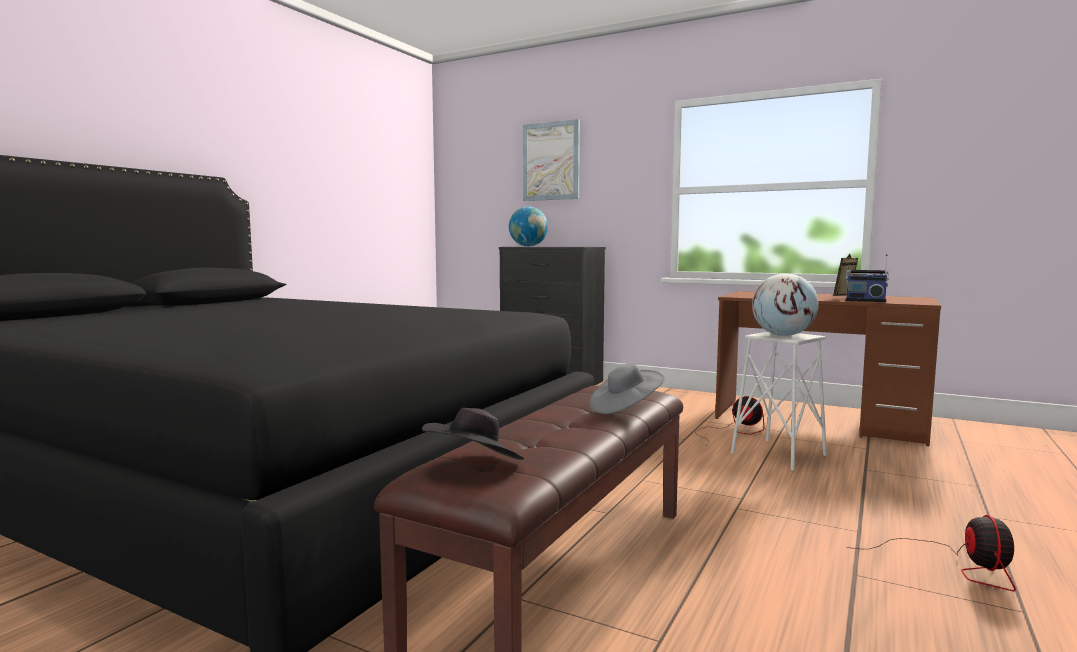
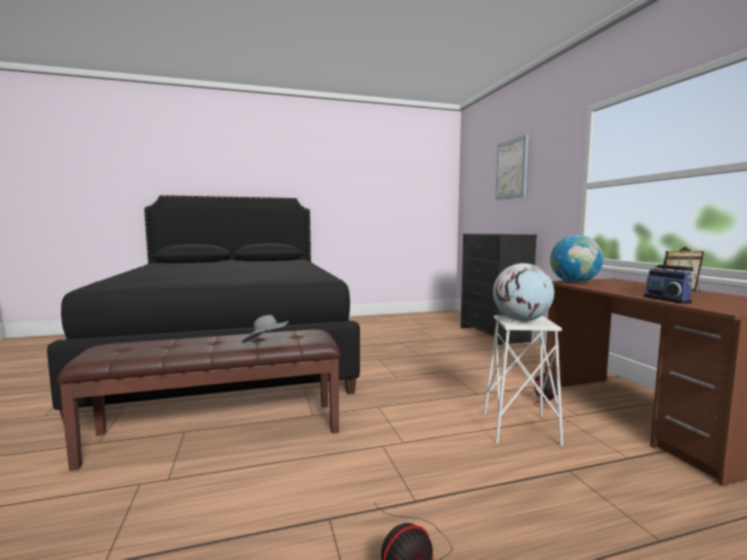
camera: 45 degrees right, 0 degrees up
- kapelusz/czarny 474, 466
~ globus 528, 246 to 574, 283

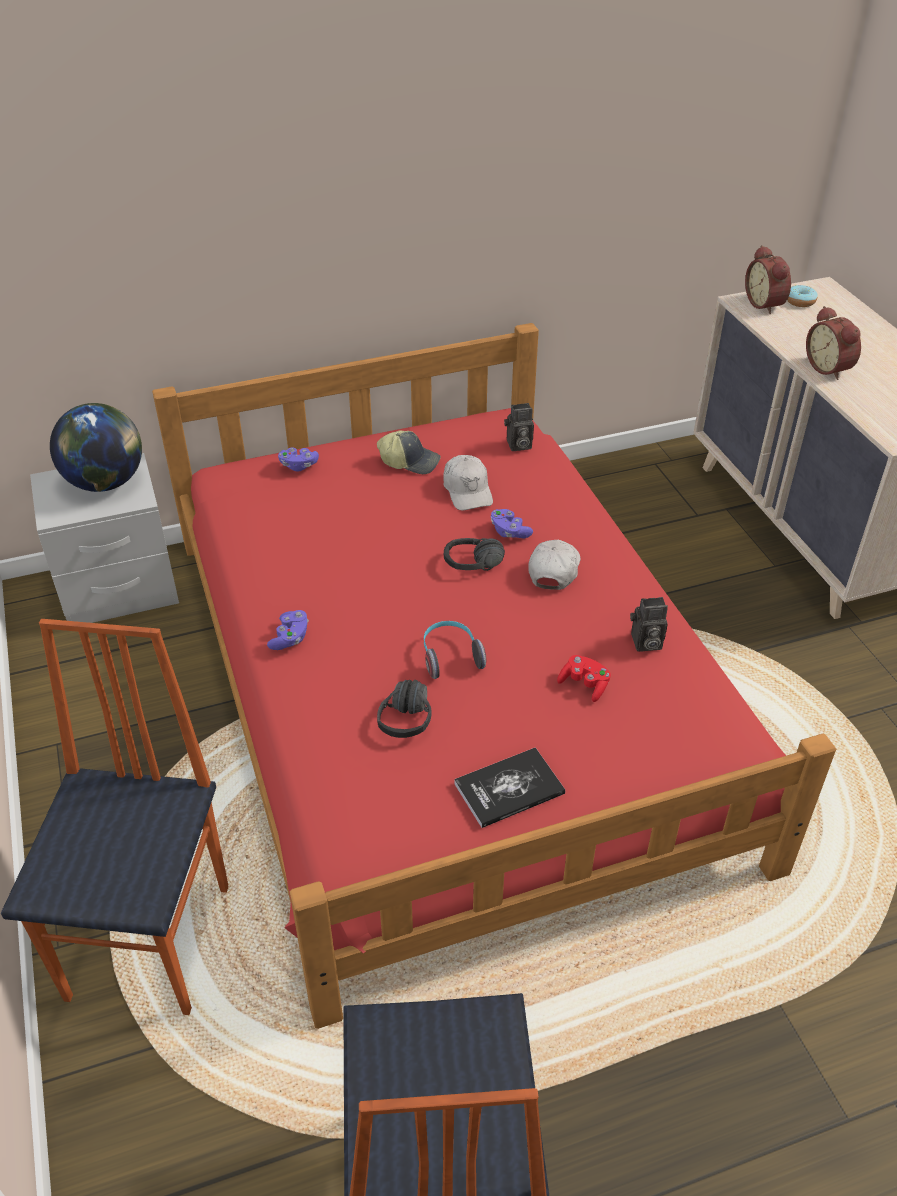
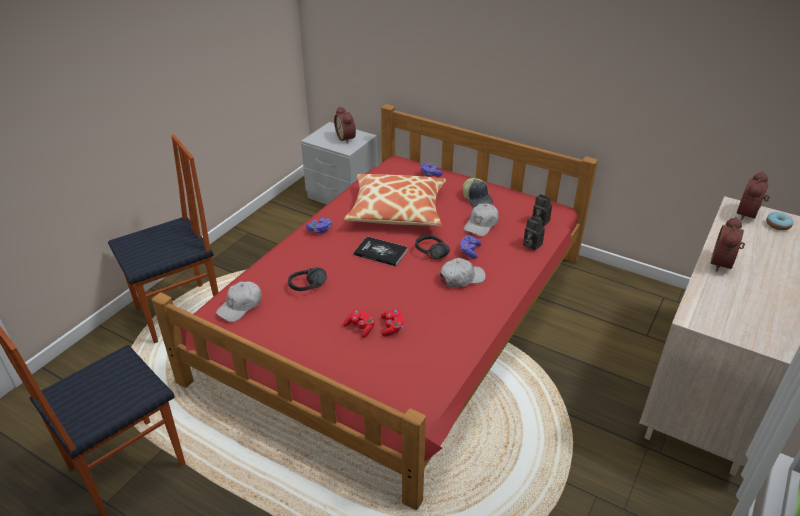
camera: 50 degrees right, 5 degrees down
- słuchawki 450, 656
+ czapka z daszkiem/biały 240, 306
+ poduszka 397, 210
+ pad do gier/czerwony 360, 328
~ książka 509, 789 to 380, 252
~ aparat fotograficzny 645, 643 to 531, 245
~ globus 106, 482 to budzik 347, 138

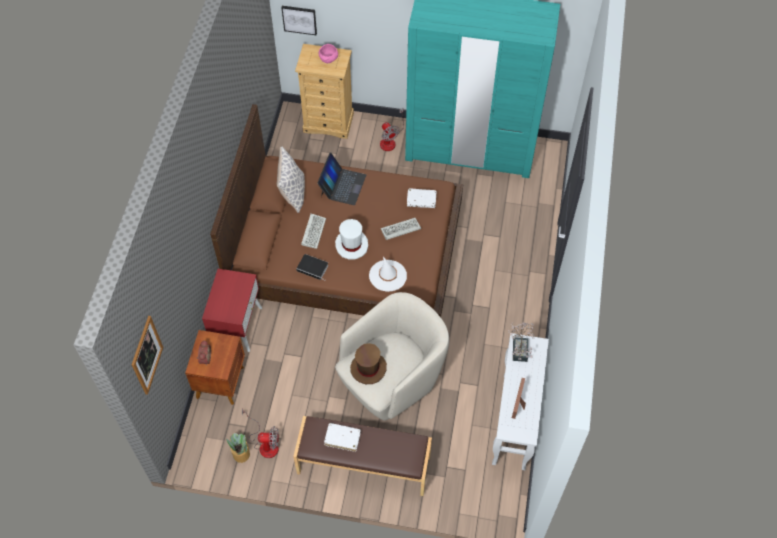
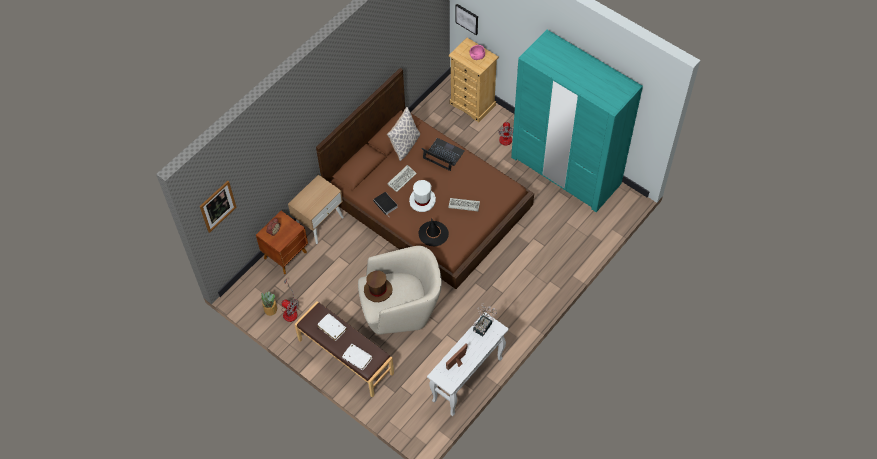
camera: 30 degrees right, 0 degrees up
~ książka/biały 421, 200 to 357, 358
~ szafka nocna/czerwony 237, 325 to szafka nocna/beżowy 319, 222
~ kapelusz/biały 388, 275 to kapelusz/czarny 433, 233
~ laptop 342, 185 = 443, 155 105 degrees counterclockwise

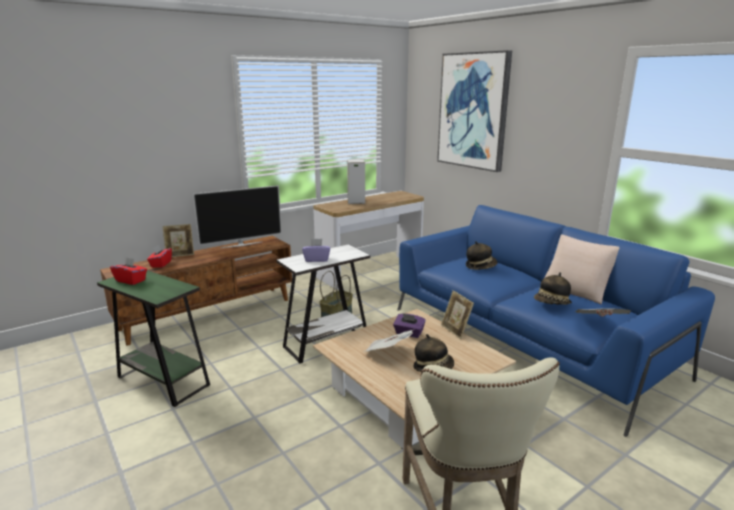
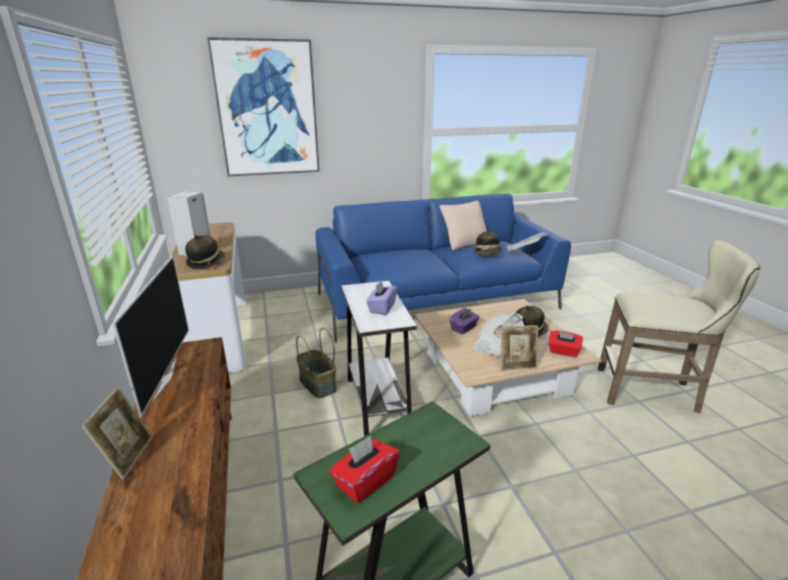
camera: 70 degrees left, 5 degrees up
~ pudełko chusteczek/czerwony 161, 264 to 563, 352
~ ramka na zdjęcie 455, 331 to 517, 365
~ kapelusz 480, 266 to 206, 263

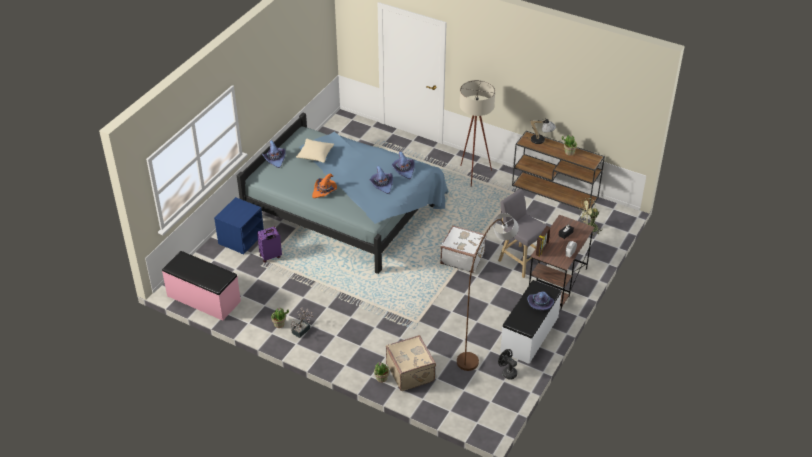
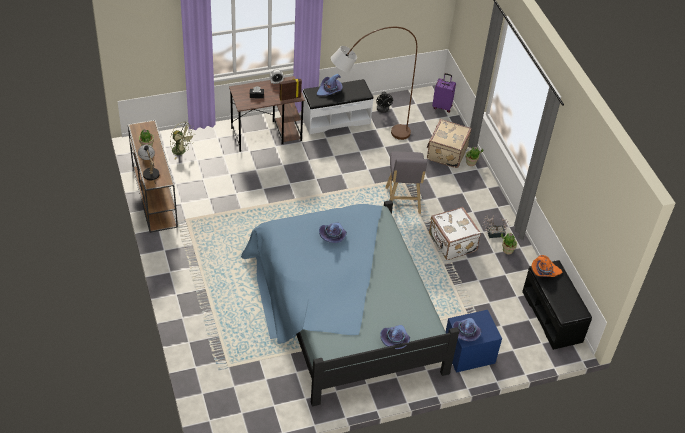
camera: 140 degrees left, 5 degrees up
- poduszka/beżowy 315, 155
- lampa stojąca/beżowy 473, 177
~ walizka/fioletowy 270, 256 to 442, 106
~ kapelusz/pomarańczowy 324, 191 to 544, 271
~ kapelusz/fioletowy 403, 170 to 466, 332
~ walizka/biały 462, 258 to 451, 243
~ stołek/szary 520, 260 to 402, 202
~ ławka/różowy 203, 299 to ławka/czarny 552, 316

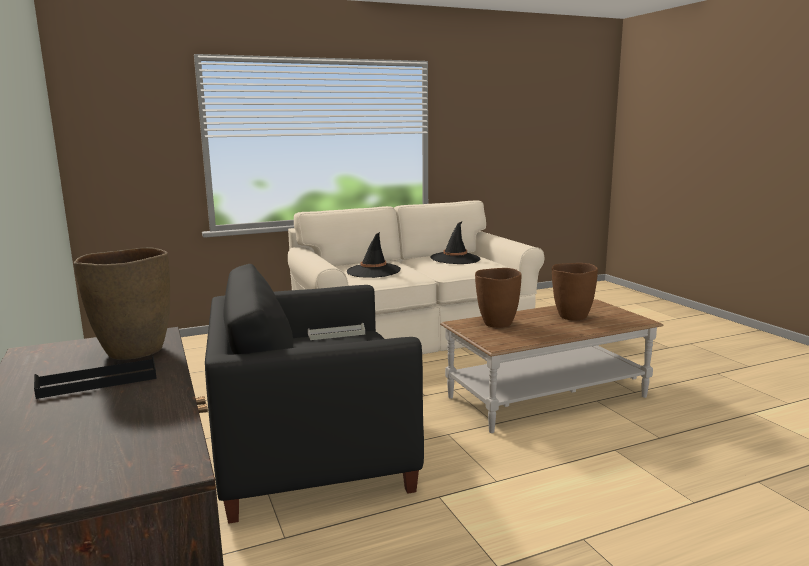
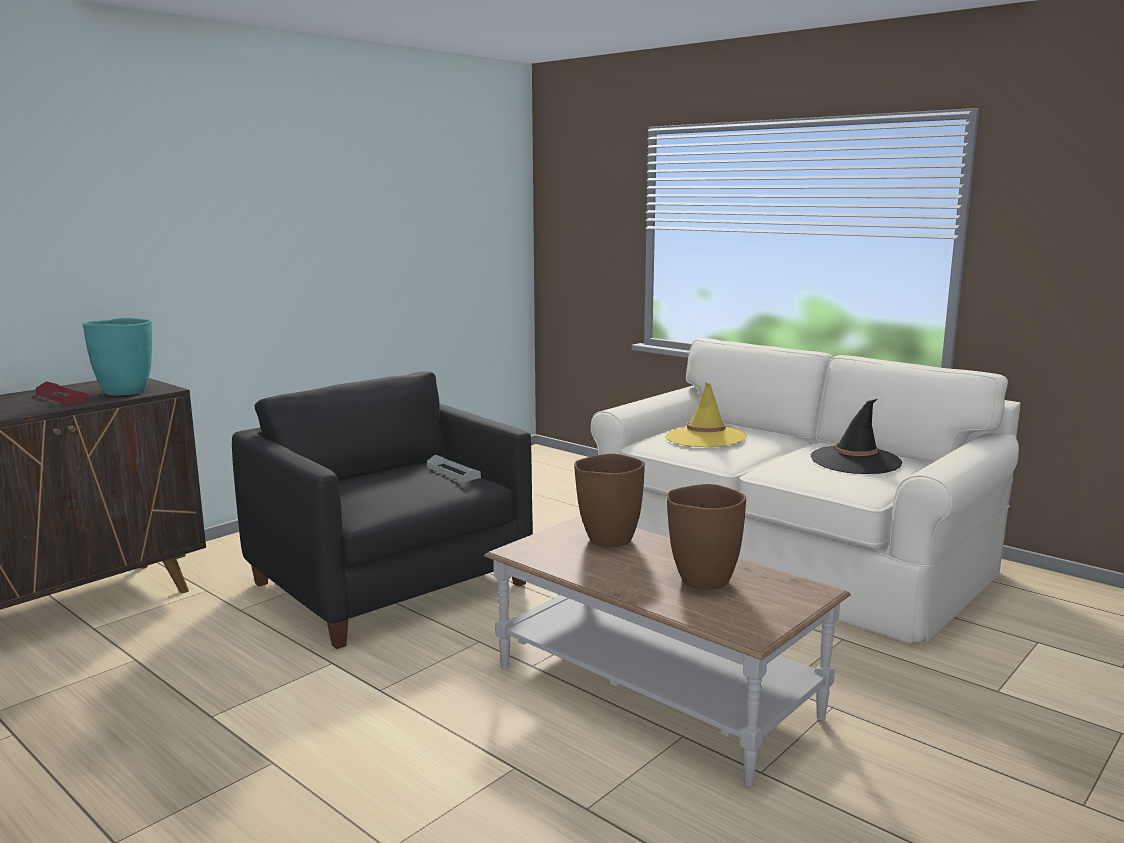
camera: 65 degrees right, 0 degrees up
~ taca/czarny 98, 382 to taca/czerwony 62, 397
~ wazon/brązowy 133, 351 to wazon/turkusowy 125, 392
~ kapelusz/czarny 373, 271 to kapelusz/żółty 705, 437

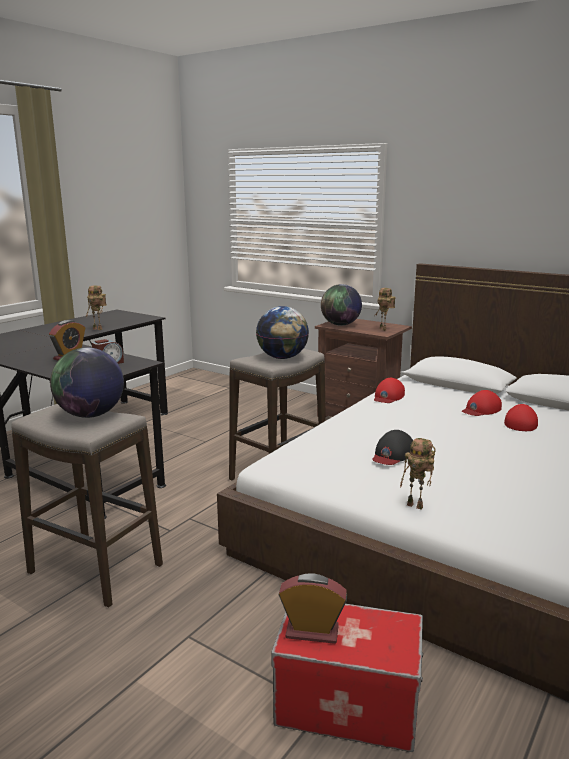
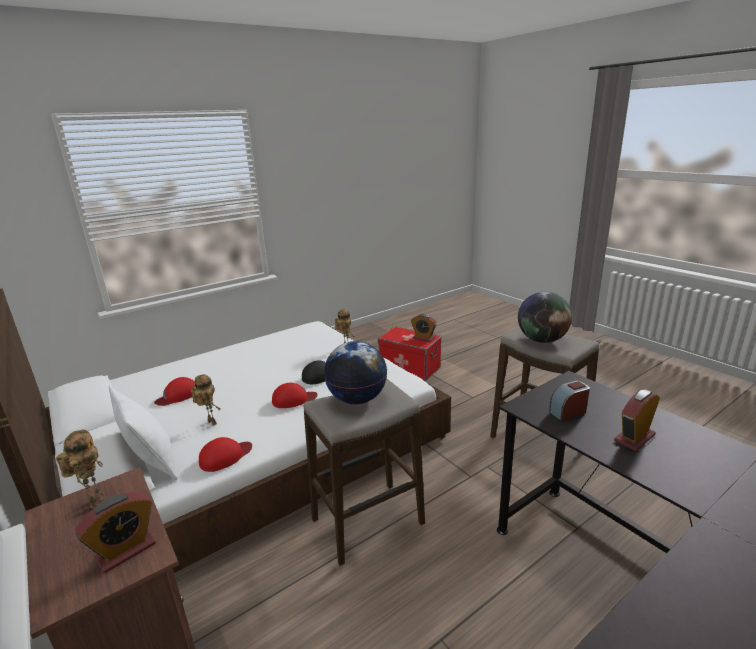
camera: 160 degrees left, 5 degrees up
+ poduszka/biały 152, 463
~ robot zabawkowy 99, 329 to 210, 423
~ czapka z daszkiem/czerwony 481, 409 to 294, 399
~ globus 340, 325 to budzik 126, 551

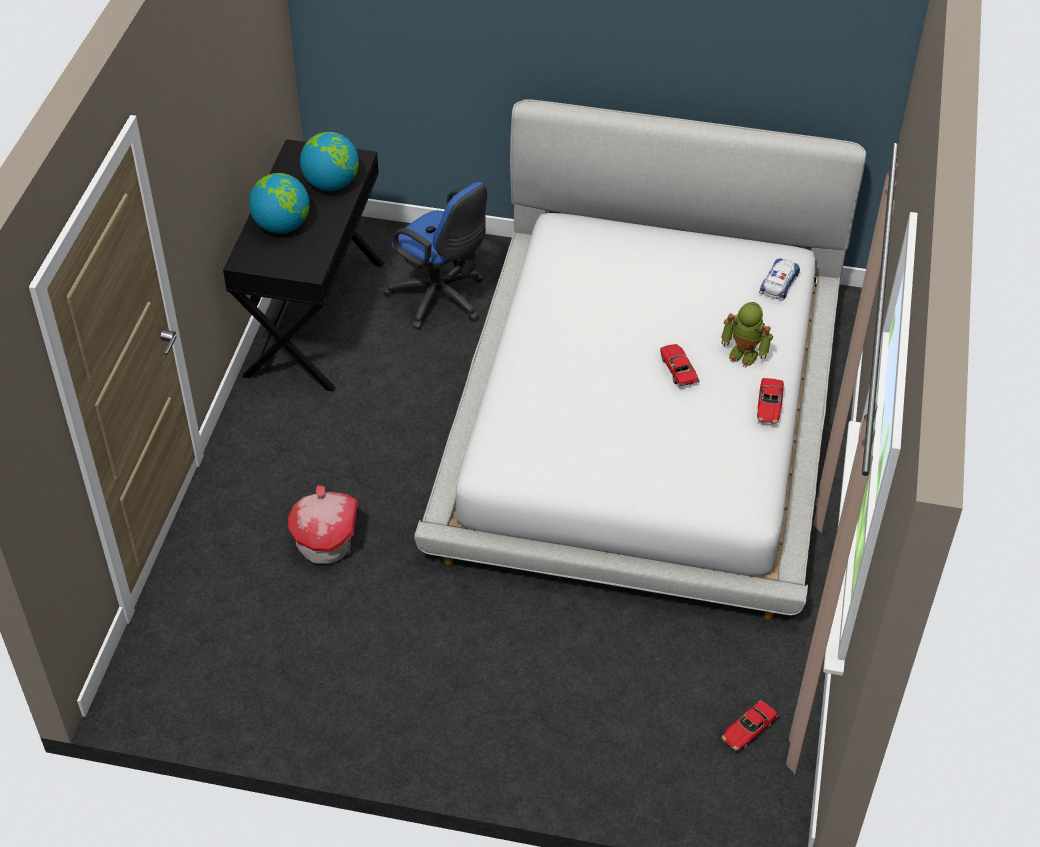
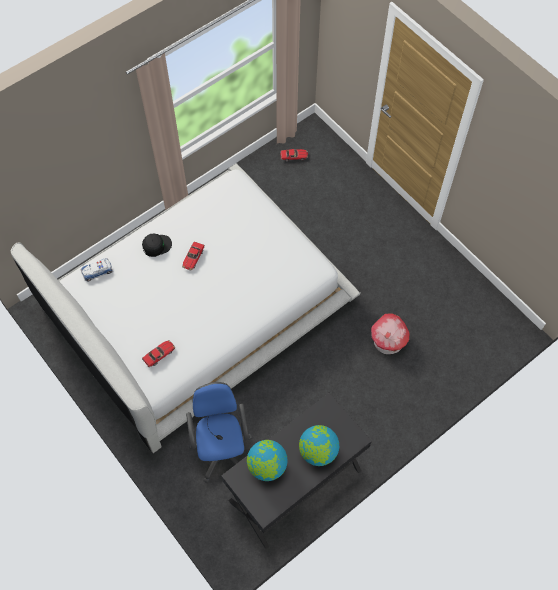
camera: 140 degrees left, 15 degrees up
~ samochodzik 769, 406 to 159, 355
~ robot zabawkowy 744, 353 to czapka z daszkiem/czarny 156, 245

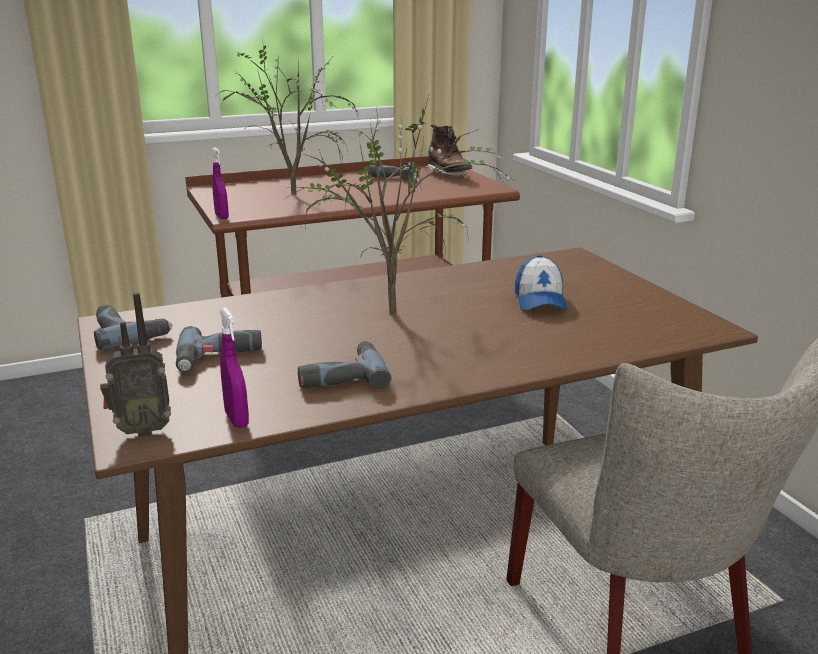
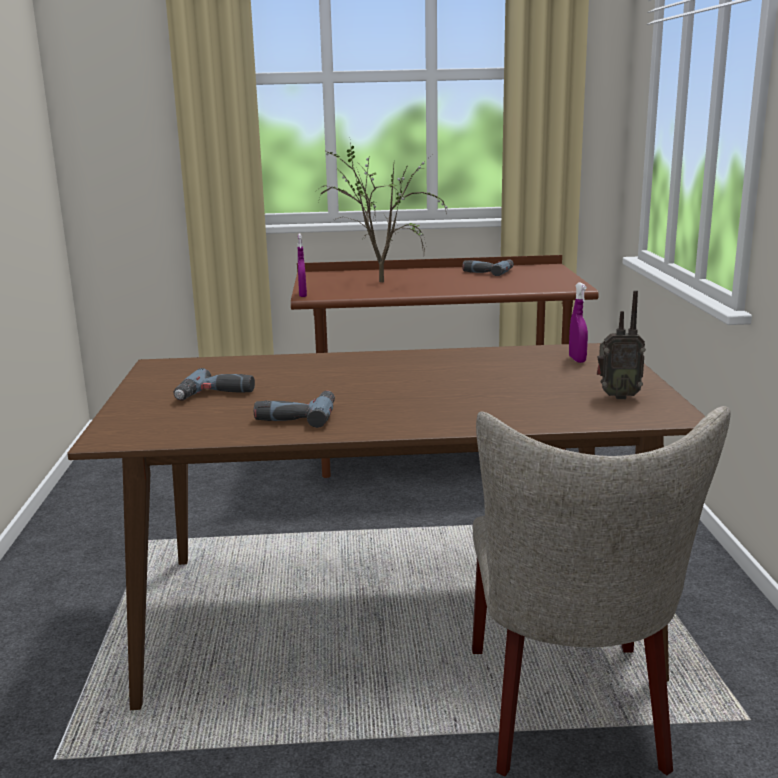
camera: 20 degrees right, 5 degrees down
- wiertarka 129, 332
- roślina doniczkowa 398, 314
- but z cholewką/brązowy 448, 175
- czapka z daszkiem 540, 301
~ radio 141, 430 to 617, 396
~ spryskiwacz/fioletowy 237, 419 to 577, 359

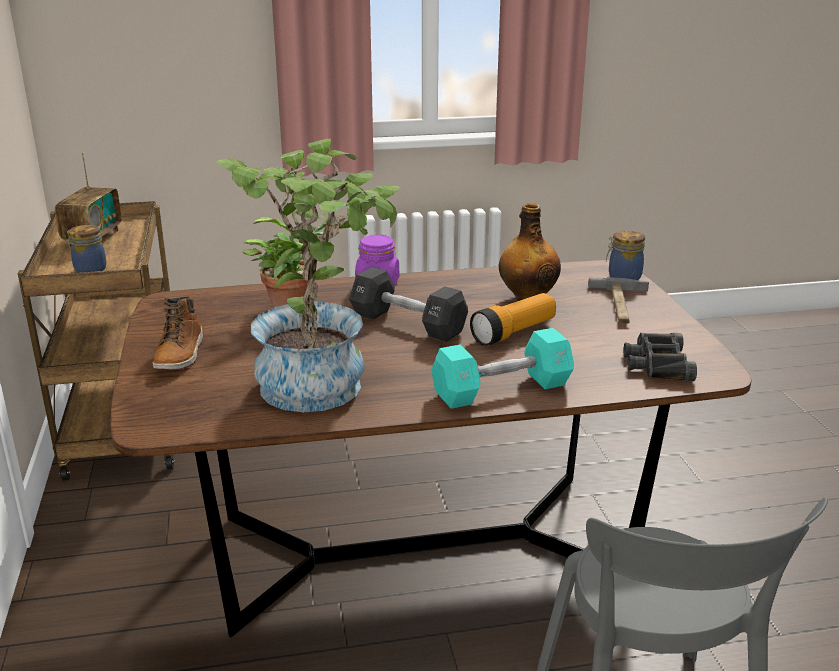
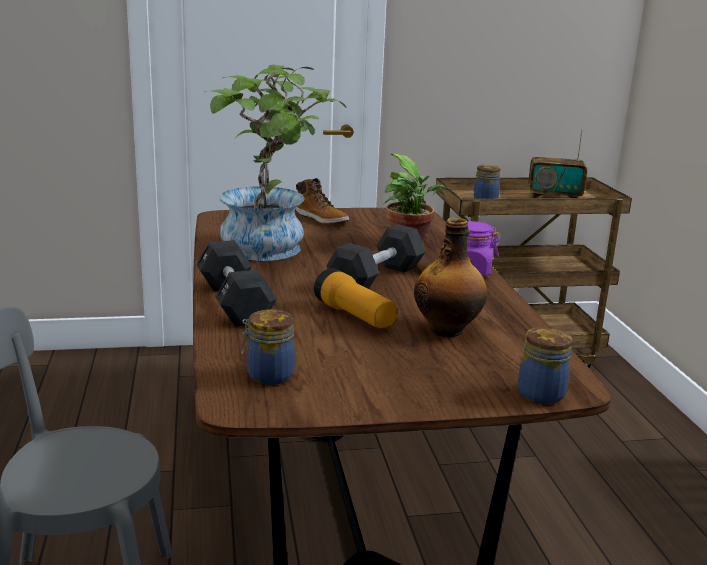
camera: 90 degrees right, 5 degrees down
- młotek 621, 305
~ lornetka/czarny 657, 364 to słoik 268, 375
~ hantel/turkusowy 502, 390 to hantel/czarny 234, 302
~ but z cholewką 180, 354 = 321, 219 135 degrees counterclockwise

